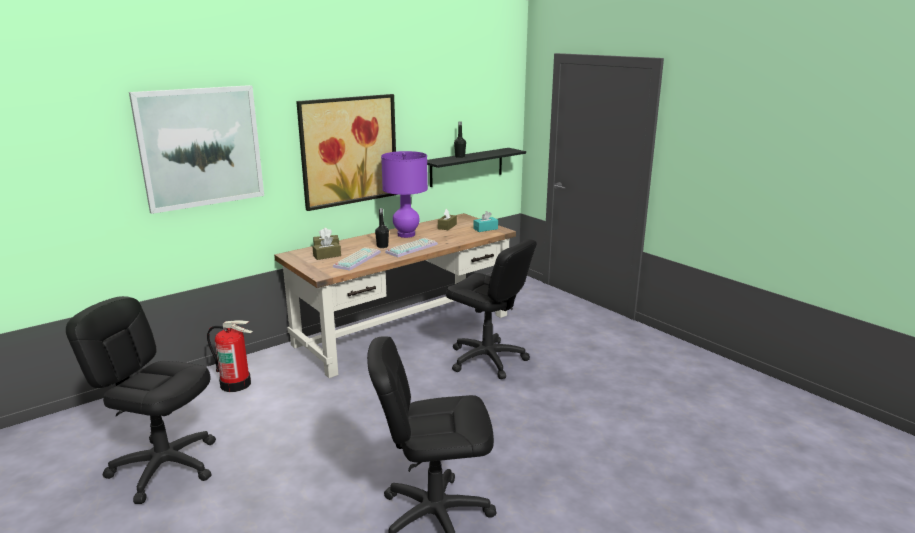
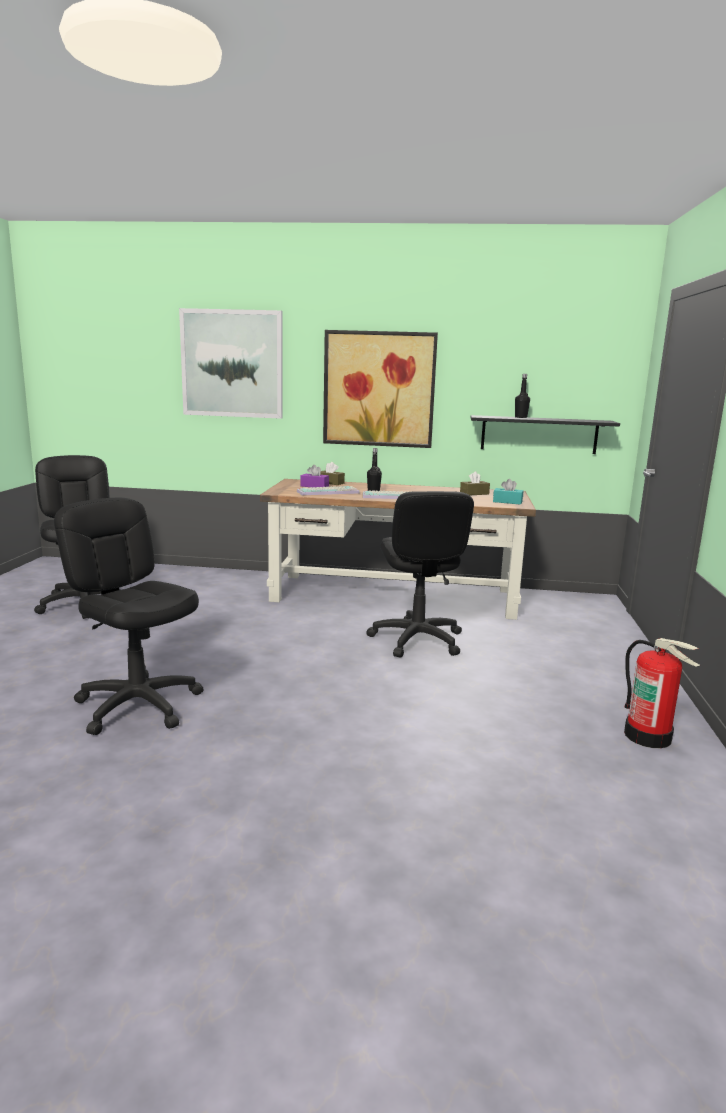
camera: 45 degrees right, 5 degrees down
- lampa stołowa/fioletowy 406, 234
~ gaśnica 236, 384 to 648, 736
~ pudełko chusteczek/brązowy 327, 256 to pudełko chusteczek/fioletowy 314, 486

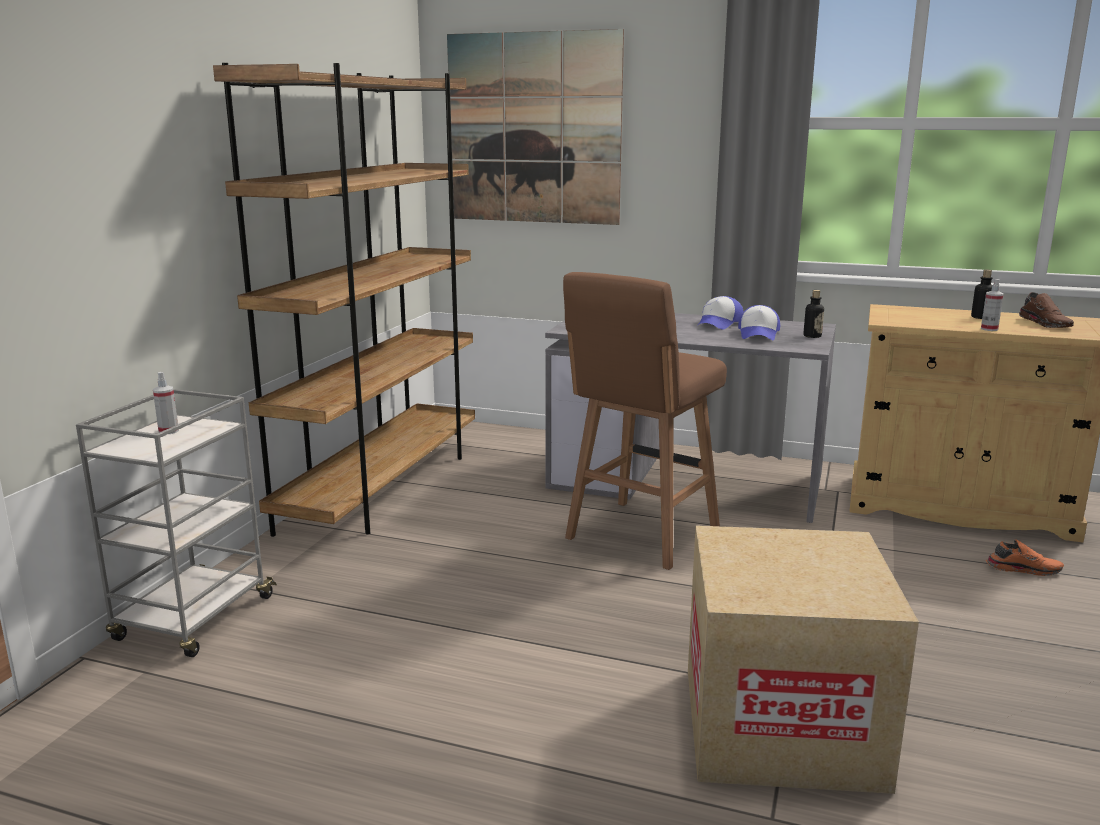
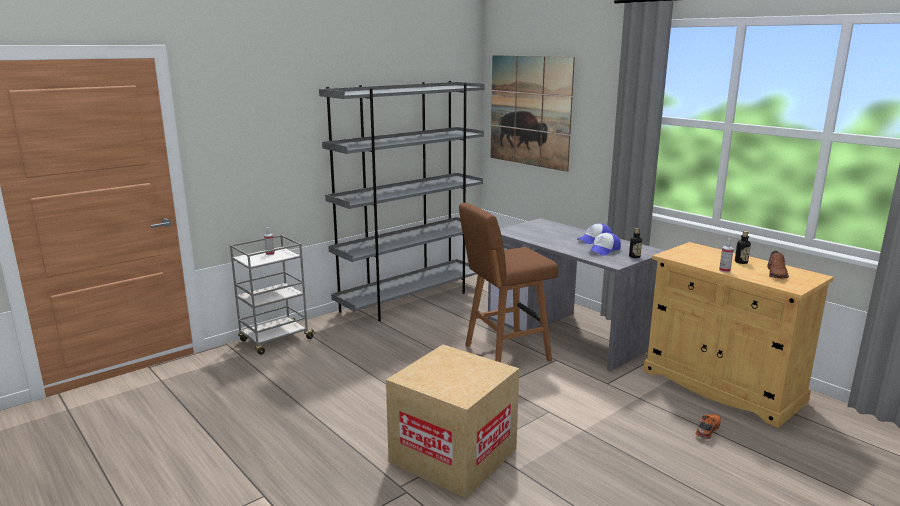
camera: 30 degrees right, 0 degrees up
~ regał/brązowy 383, 487 to regał/szary 411, 300
~ but/pomarańczowy 1022, 569 = 706, 430 90 degrees counterclockwise

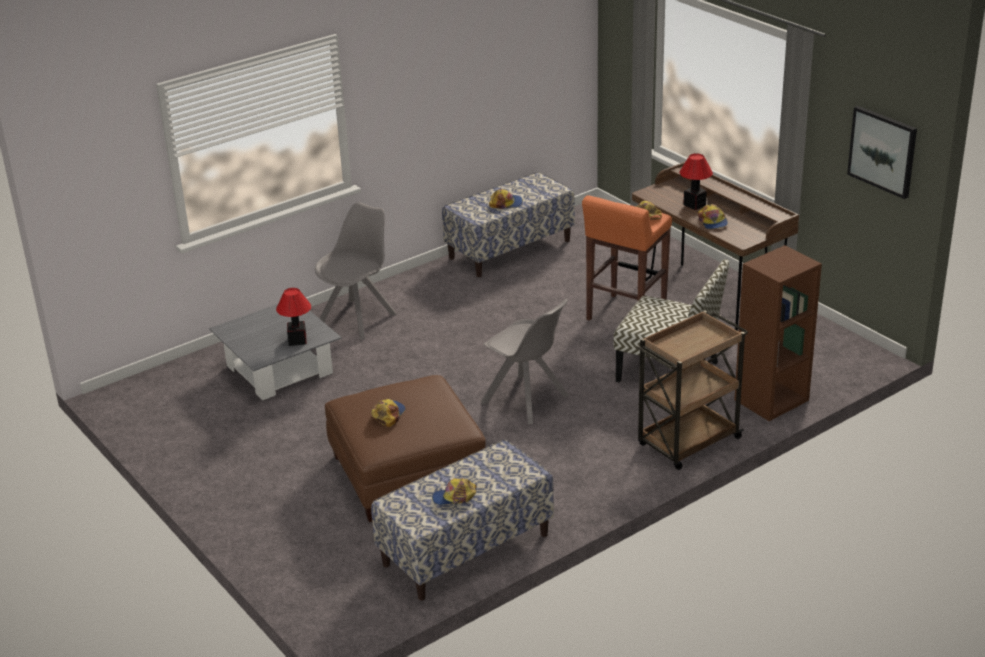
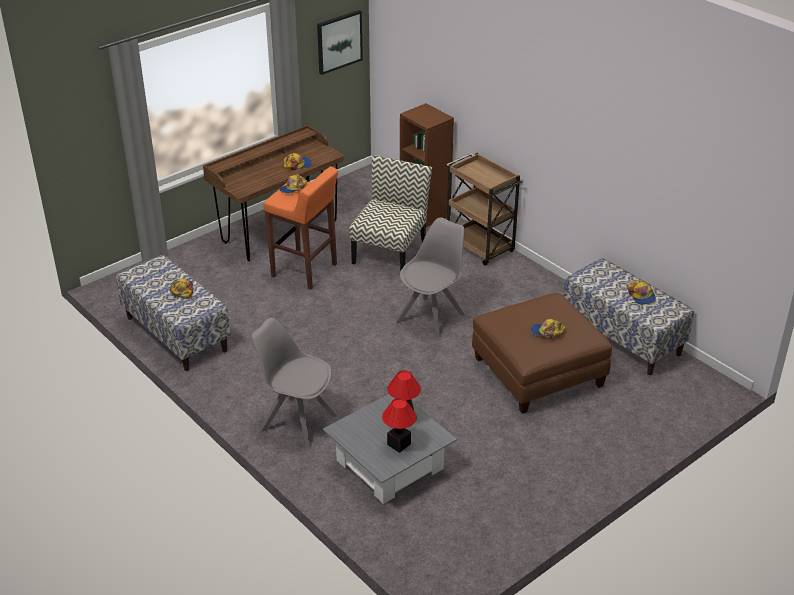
camera: 95 degrees left, 5 degrees up
~ lampa stołowa 694, 205 to 399, 444

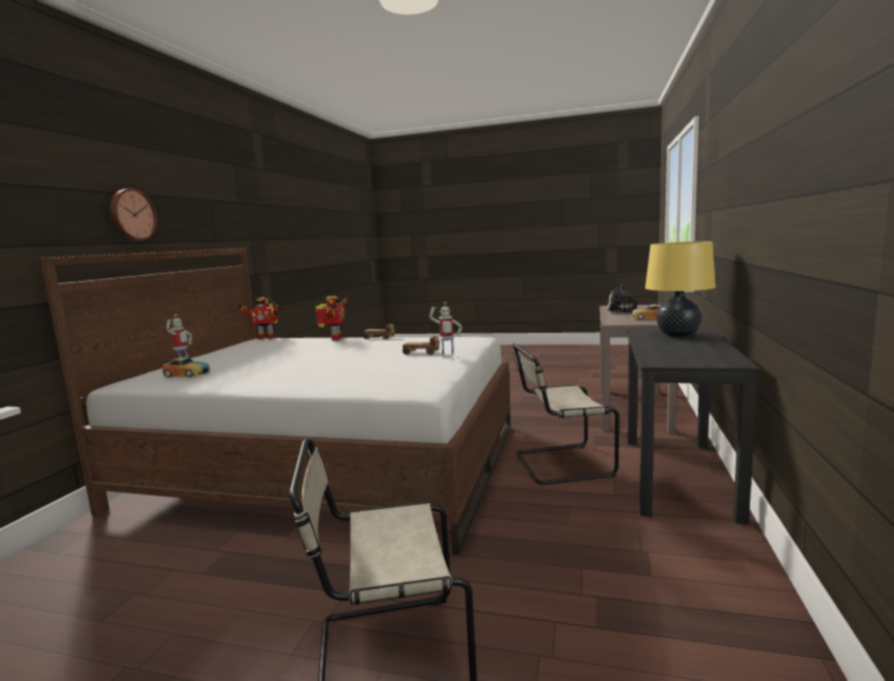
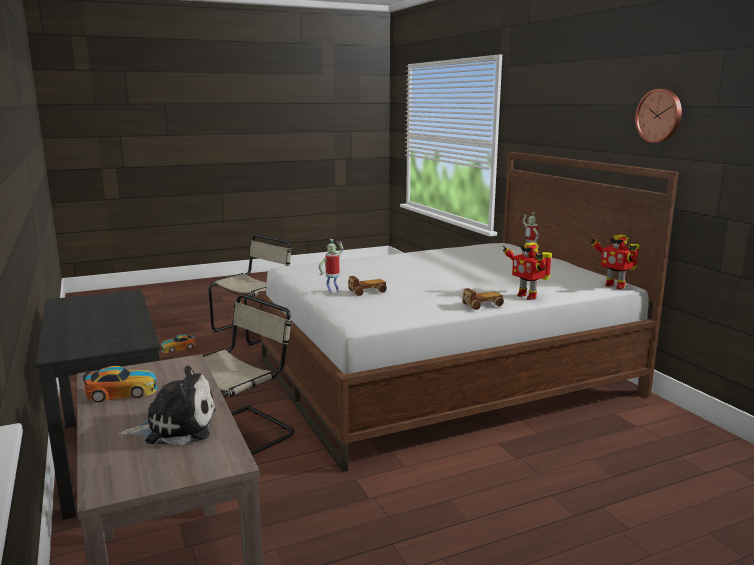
camera: 140 degrees right, 5 degrees up
- lampa stołowa/żółty 678, 335
~ zegar ścienny 131, 215 to 660, 115
~ samochodzik 187, 374 to 178, 348
~ robot zabawkowy 266, 338 = 615, 286 90 degrees counterclockwise

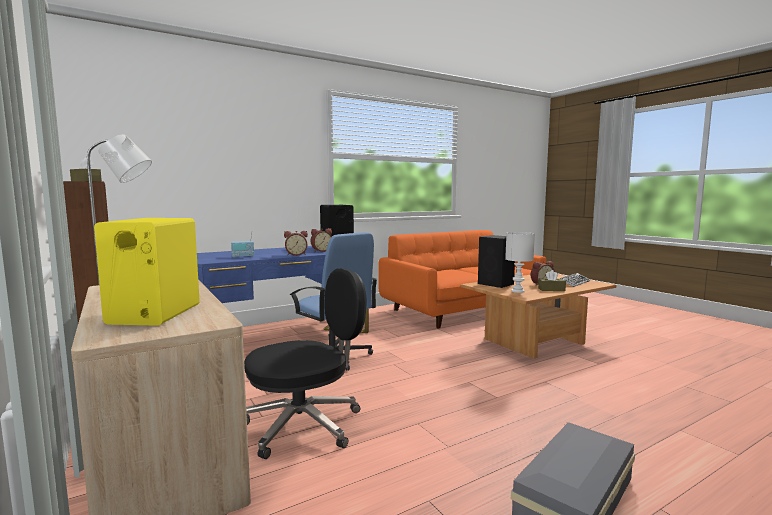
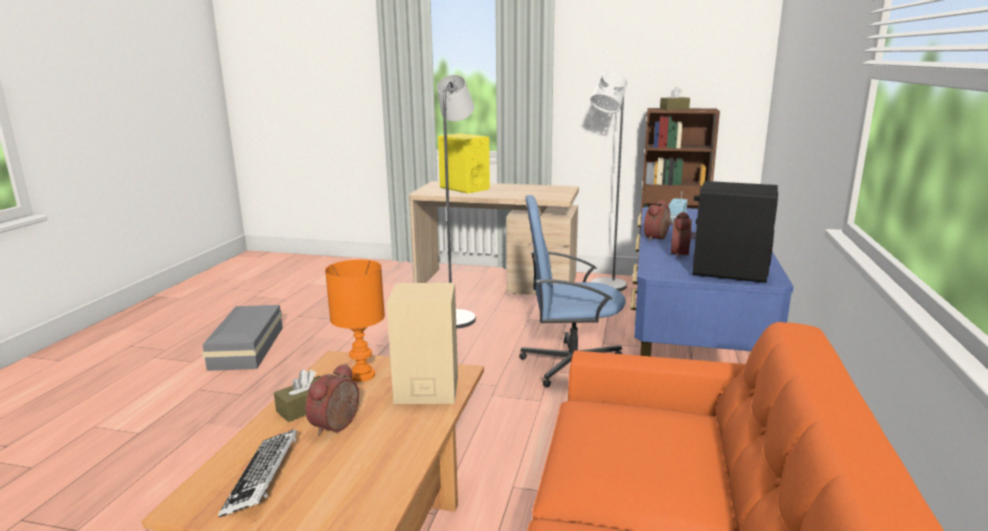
camera: 135 degrees right, 10 degrees up
~ krzesło biurowe/czarny 305, 424 to lampa stojąca/szary 458, 317
~ głośnik/czarny 496, 284 to głośnik/beżowy 424, 390
~ lampa stołowa/biały 518, 291 to lampa stołowa/pomarańczowy 361, 375

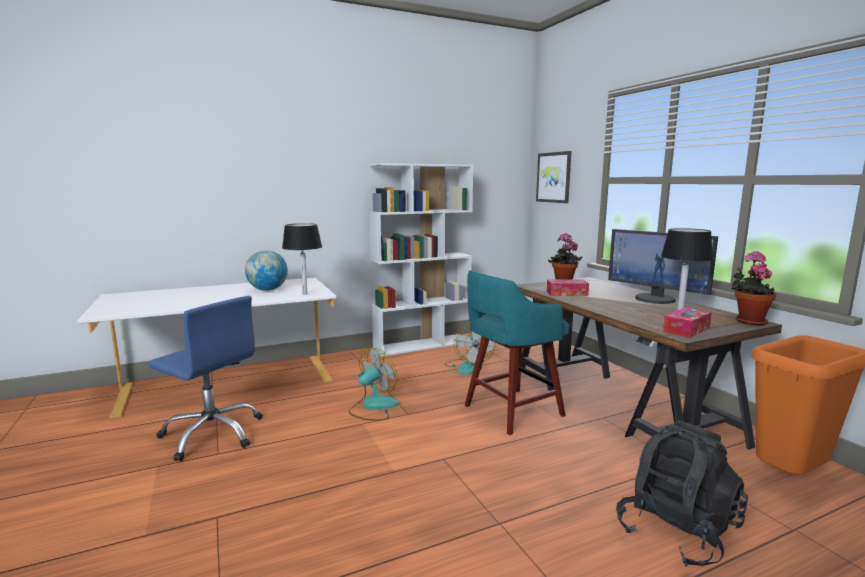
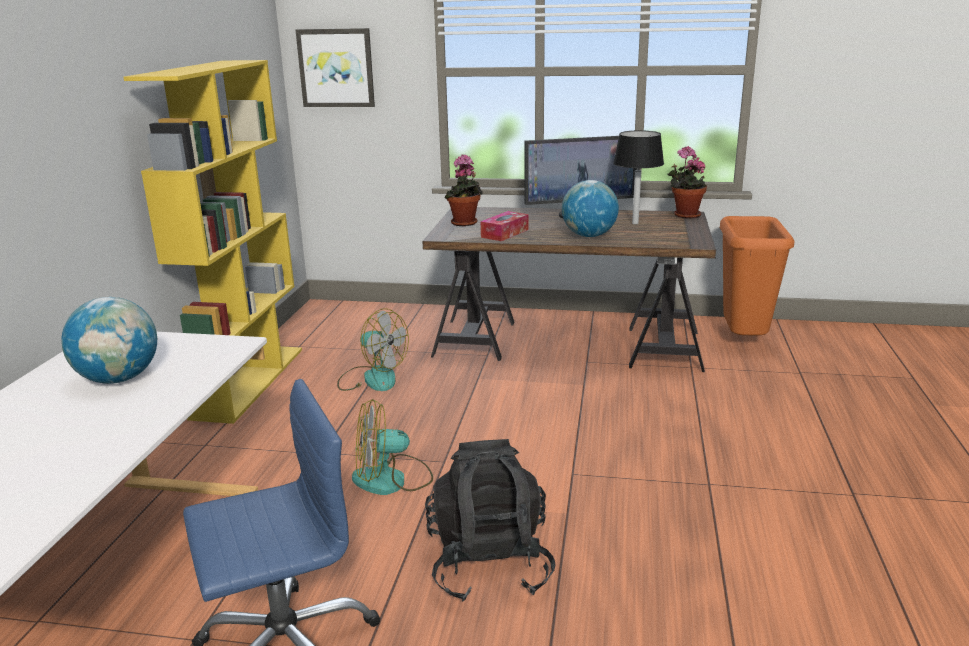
camera: 55 degrees left, 10 degrees up
- lampa stołowa/czarny 305, 294
- stołek/turkusowy 510, 411
- pudełko chusteczek 686, 330
+ globus 589, 235
~ plecak/czarny 676, 532 to 489, 565
~ regał/biały 422, 345 to regał/żółty 249, 381
~ wentylator 373, 407 = 392, 480 90 degrees counterclockwise

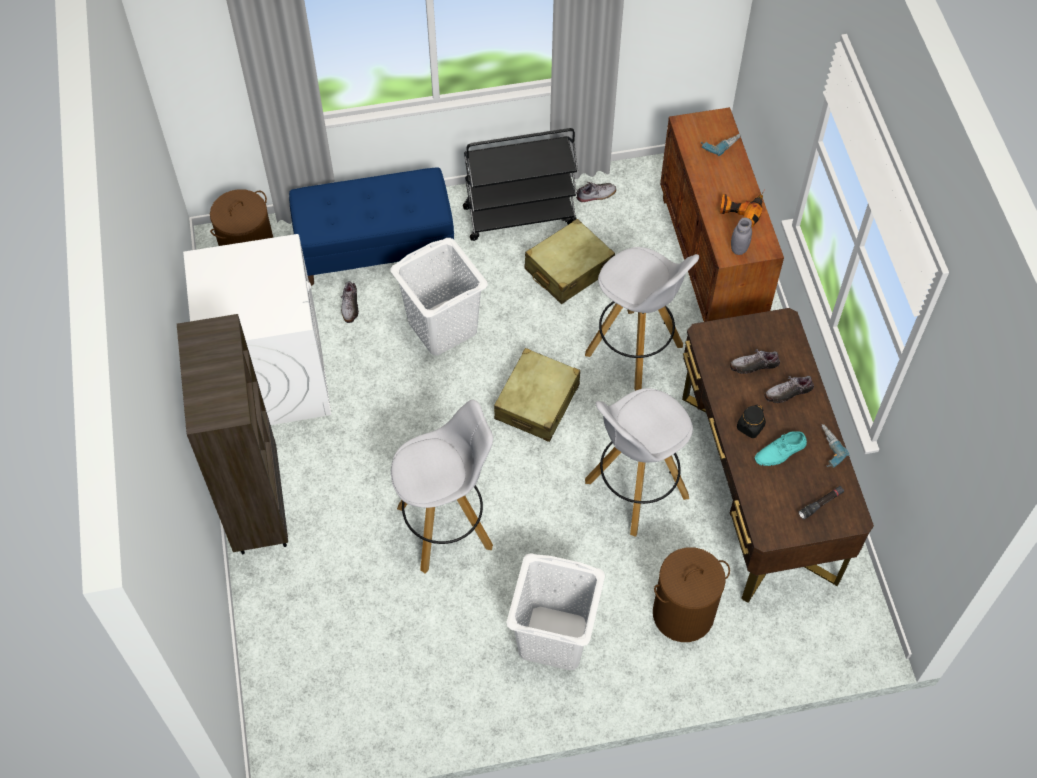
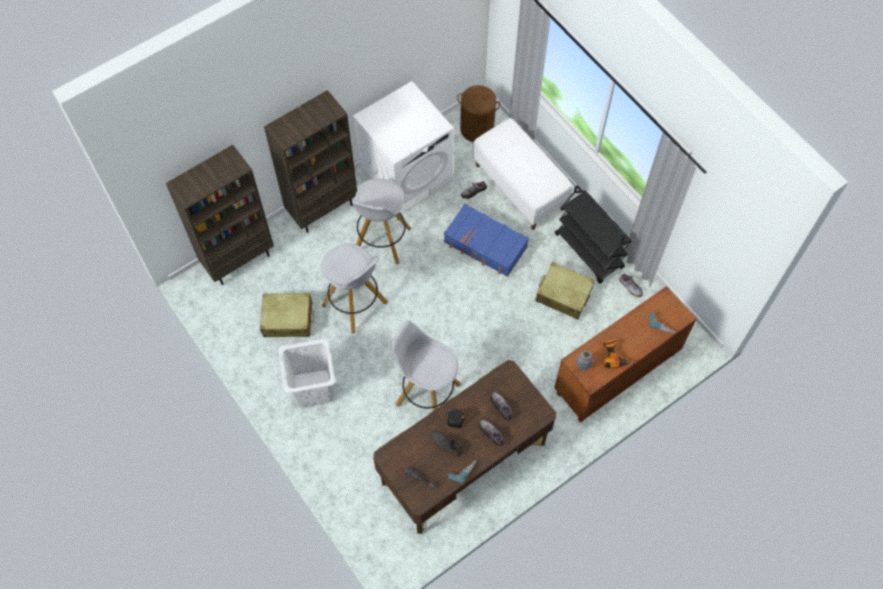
camera: 65 degrees right, 5 degrees up
- kosz na pranie/brązowy 682, 614
+ regał/brązowy 239, 260
~ walizka/beżowy 537, 402 to 288, 319
~ stołek/biały 635, 351 to 382, 241
~ kosz na pranie/biały 443, 327 to walizka/niebieski 485, 245
~ ławka/niebieski 376, 248 to ławka/biały 520, 187
~ but/turkusowy 780, 452 to but/szary 446, 444

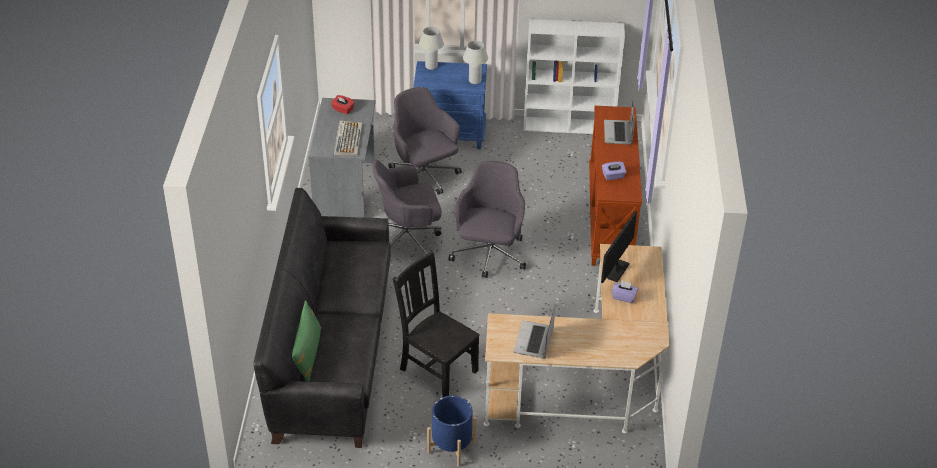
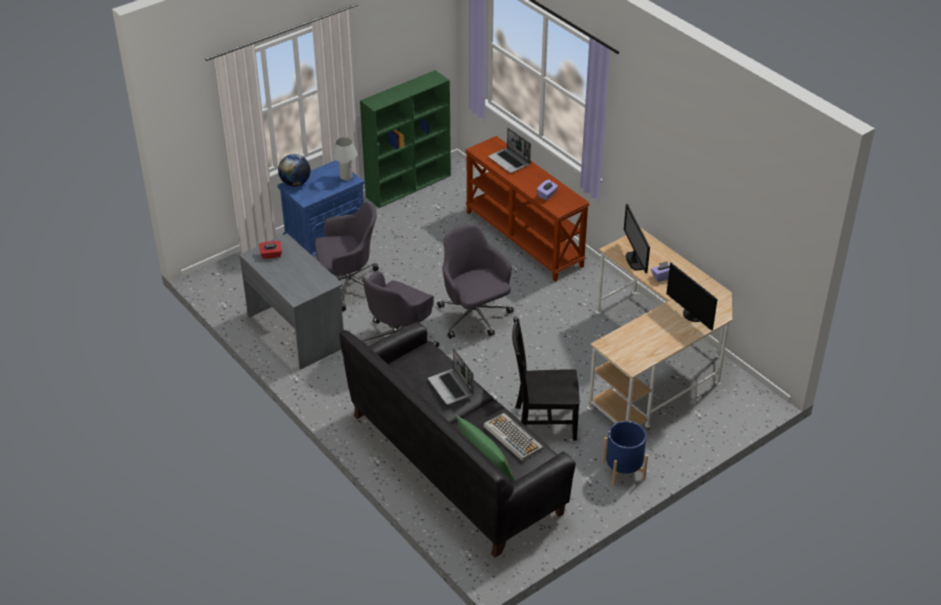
camera: 40 degrees left, 0 degrees up
+ monitor 692, 315
~ klawiatura 348, 139 to 512, 437
~ laptop 534, 341 to 451, 388
~ lampa stołowa/biały 431, 66 to globus 295, 183
~ regał/biały 569, 125 to regał/zielony 409, 185
~ krzesło biurowe/szary 424, 177 = 348, 286 150 degrees clockwise

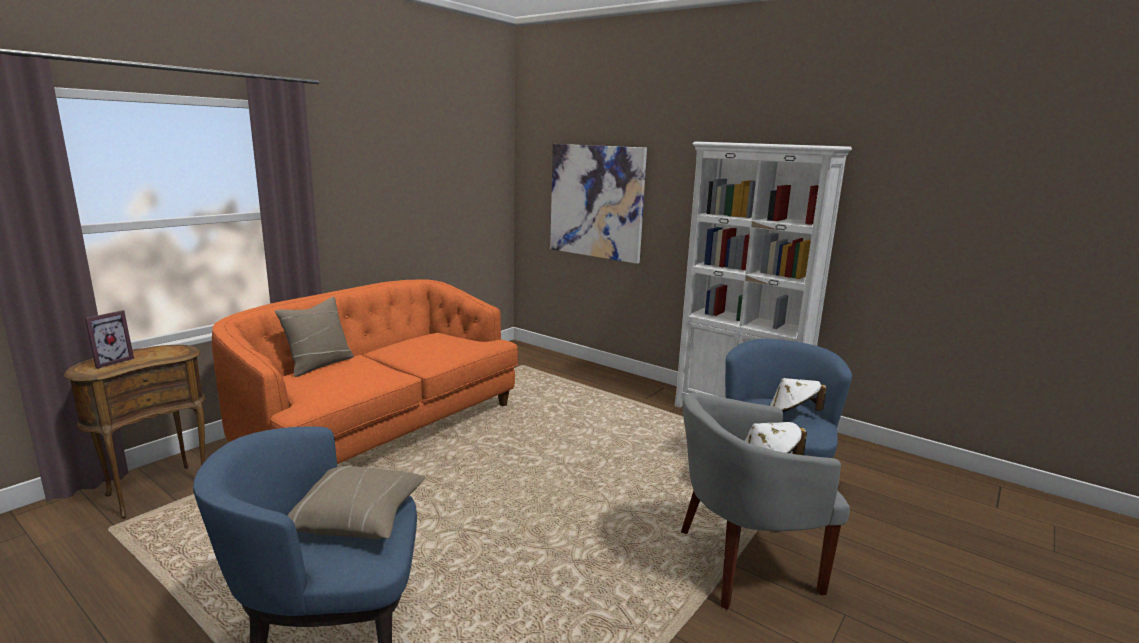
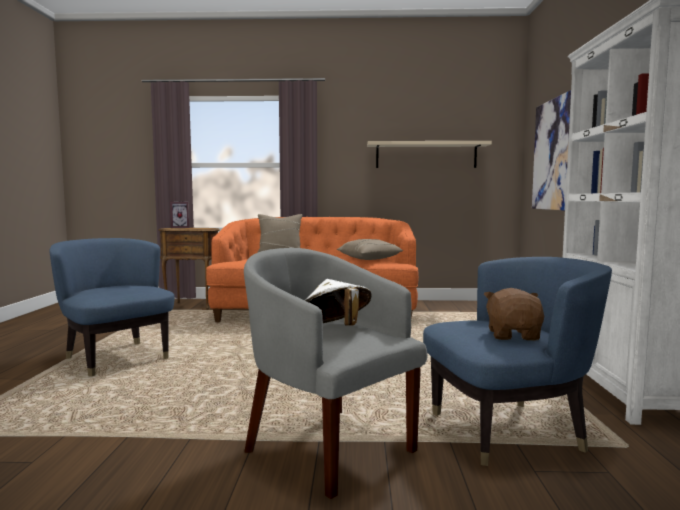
camera: 55 degrees right, 10 degrees down
+ półka/beżowy 426, 155
~ poduszka/beżowy 358, 519 to 369, 259
~ kapelusz/biały 792, 414 to pluszak/brązowy 513, 335

